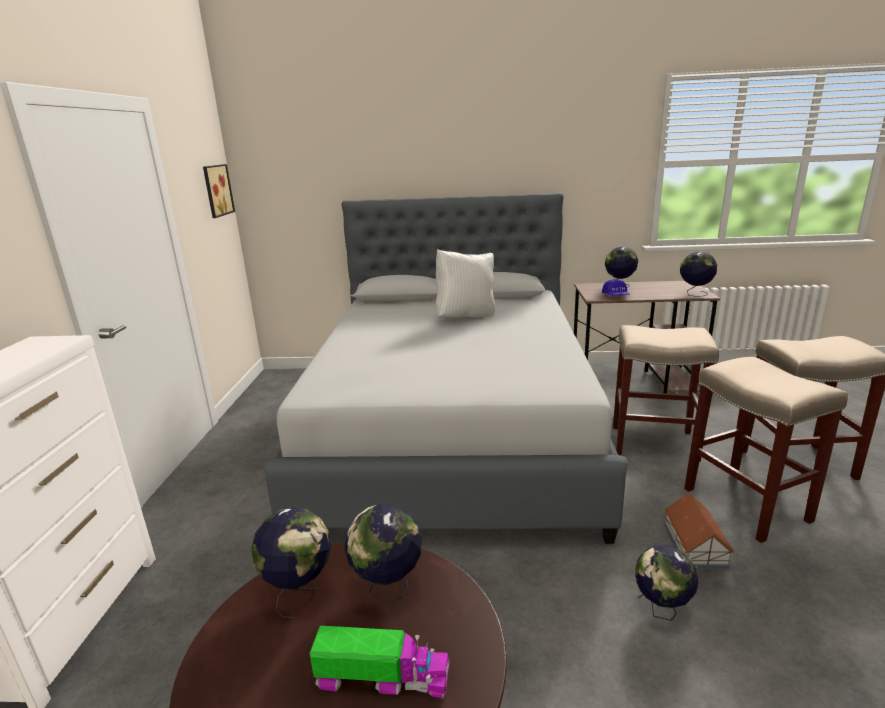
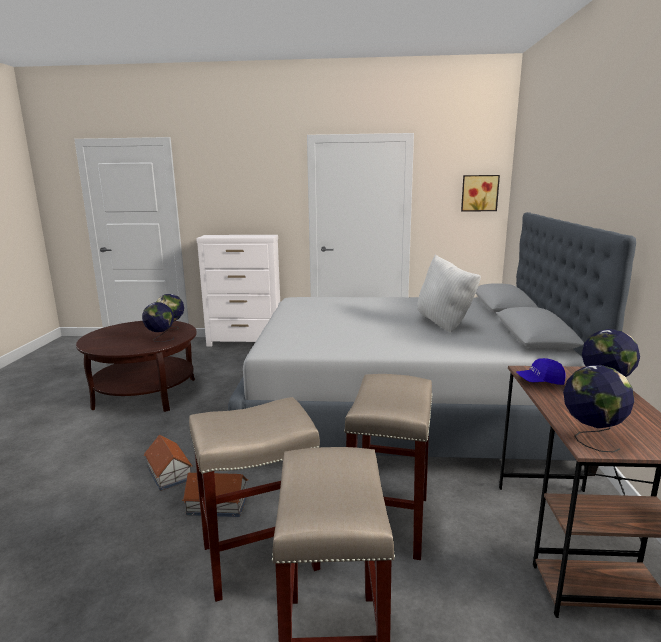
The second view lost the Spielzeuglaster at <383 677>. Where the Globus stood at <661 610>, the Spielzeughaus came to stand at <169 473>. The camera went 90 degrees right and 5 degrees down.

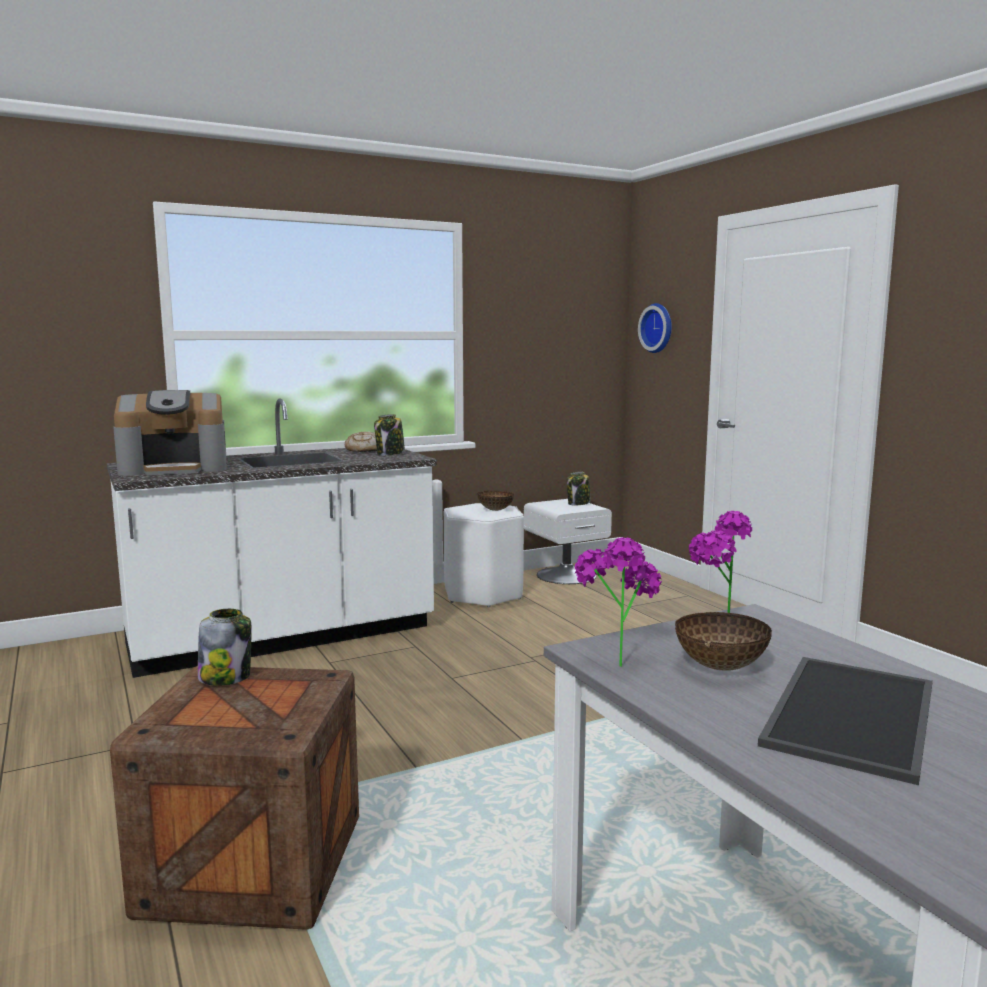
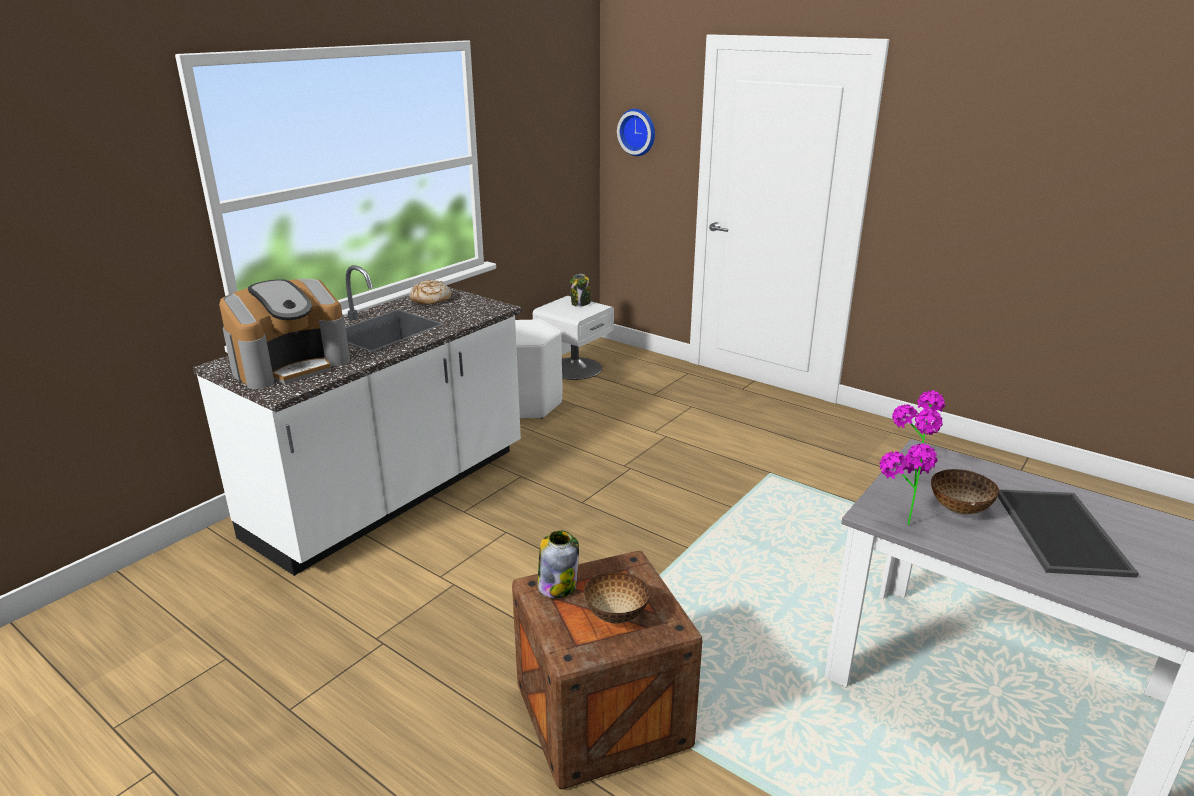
The second view lost the Vorratsglas at <390 454>. The Schüssel ended up elsewhere, having gone from <496 510> to <617 615>. The camera went 25 degrees left and 15 degrees up.

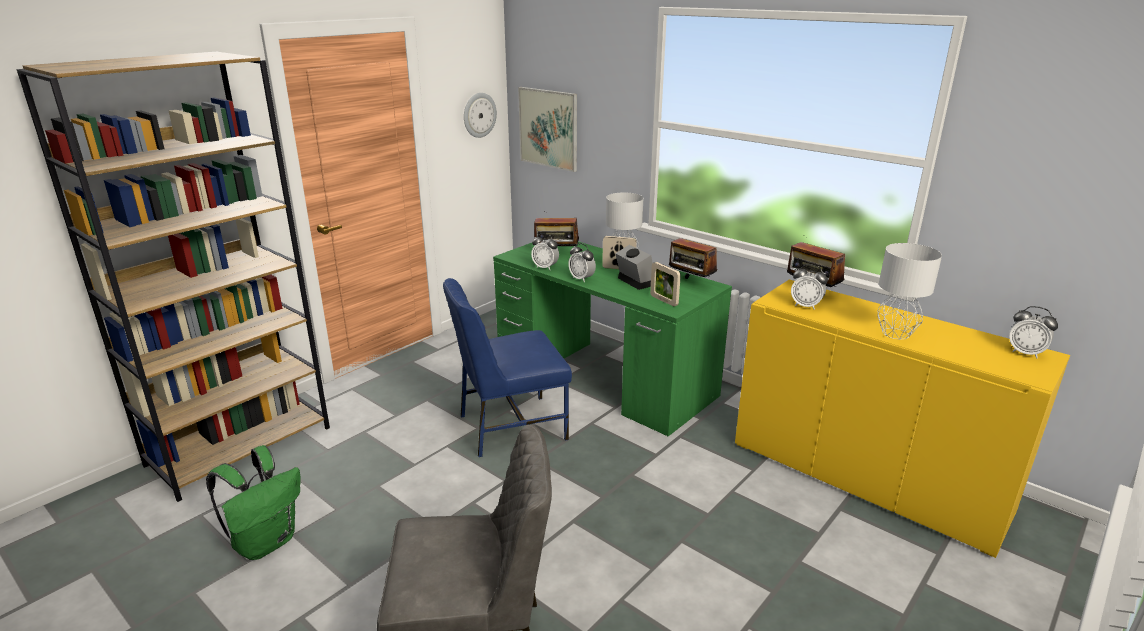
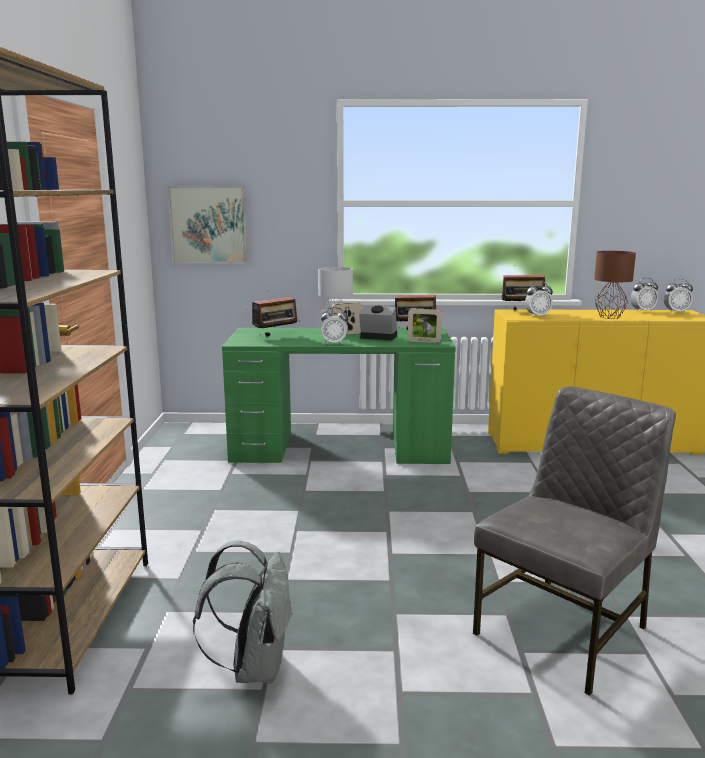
The second view lost the Stuhl/blau at <510 426>. The second view lost the Wanduhr at <479 115>. The Wecker ended up elsewhere, having gone from <545 267> to <642 311>. What was the Rucksack/grün at <266 542> turned into the Rucksack/grau at <254 666>. What was the Tischlampe/grau at <895 333> turned into the Tischlampe/braun at <609 317>. The camera went 40 degrees left and 10 degrees down.

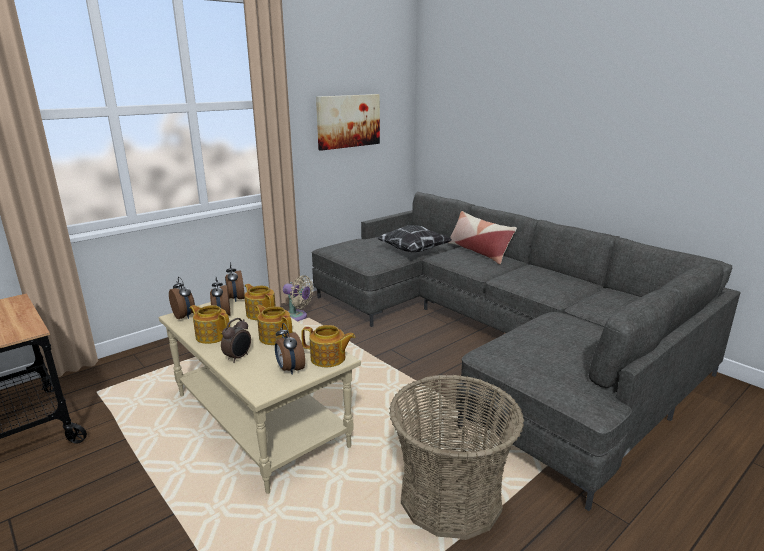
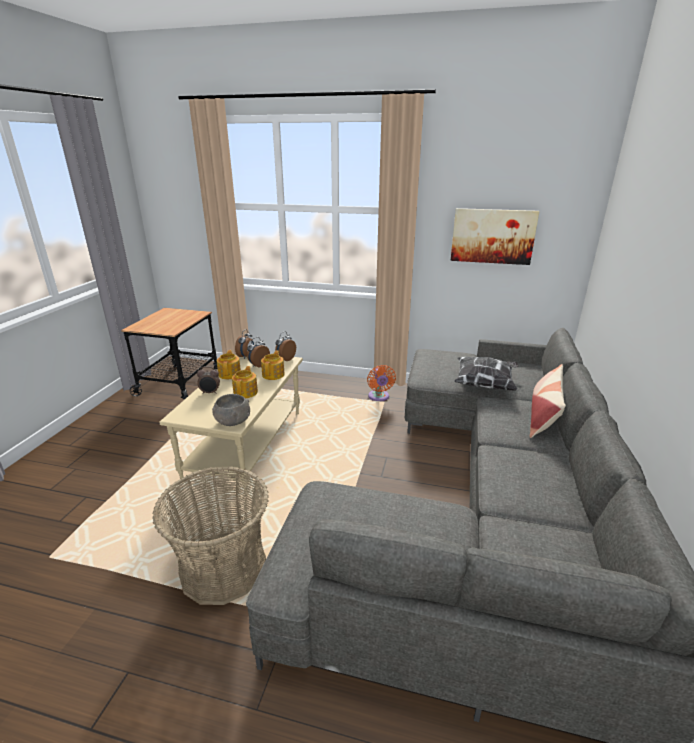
The second view lost the Wecker at <290 369>. Where the Teekanne stood at <328 358>, the Schüssel/grau came to stand at <232 421>. What was the Ventilator/beige at <297 317> turned into the Ventilator/orange at <379 397>. The camera went 55 degrees right and 5 degrees up.

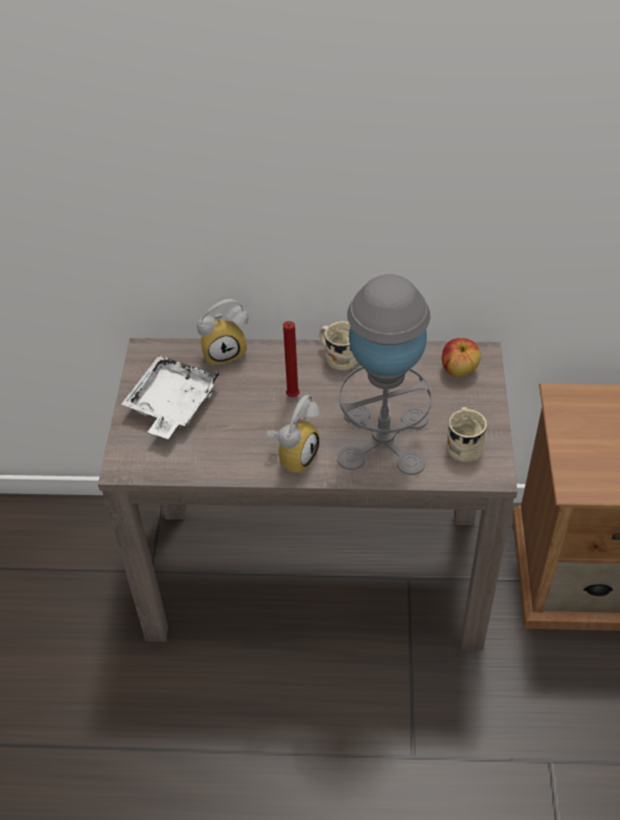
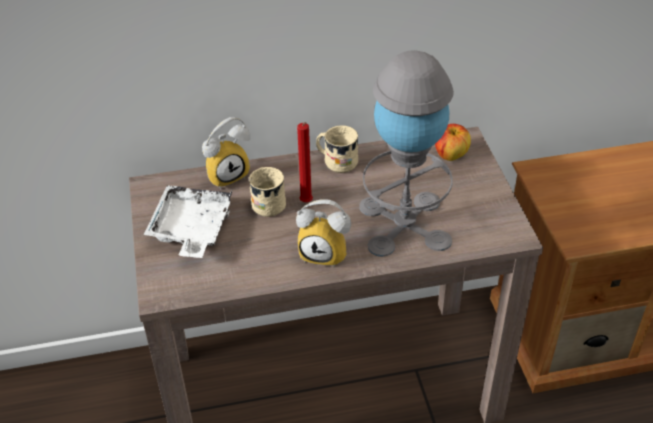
The Henkelbecher/beige ended up elsewhere, having gone from <464 444> to <268 202>. The Wecker at <294 455> ended up facing another way, 90 degrees clockwise from before. The camera went 15 degrees left and 5 degrees down.

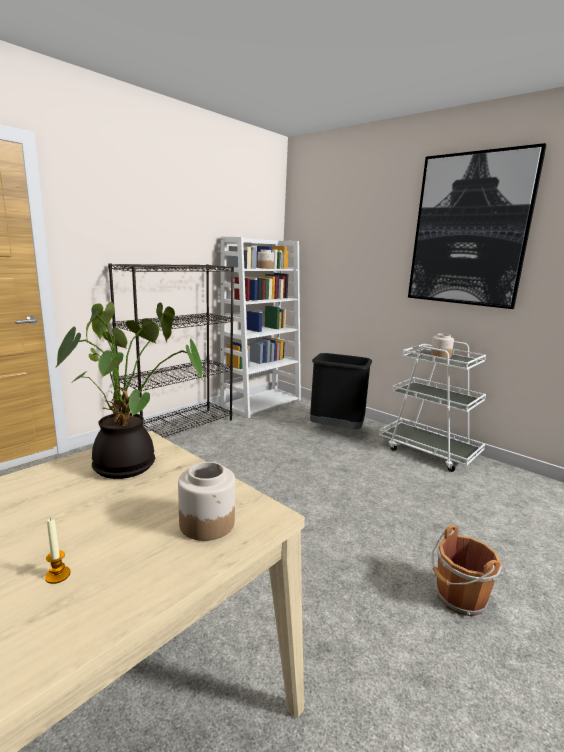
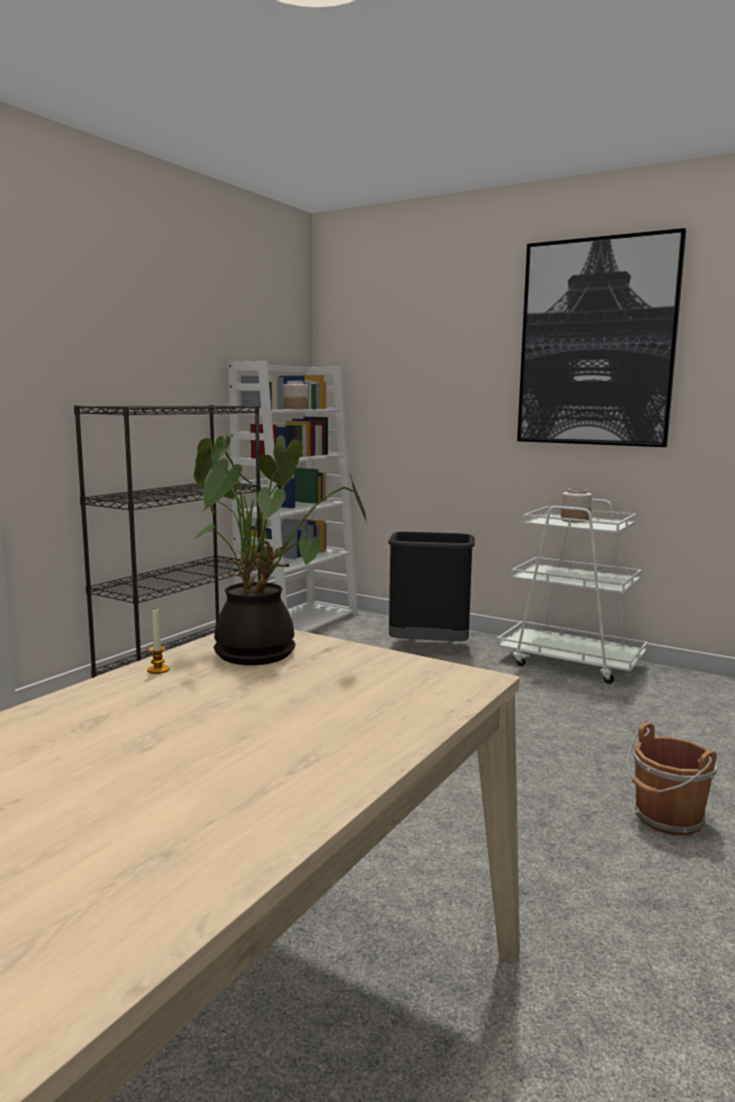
The second view lost the Vorratsglas at <207 523>. The Kerze ended up elsewhere, having gone from <58 575> to <158 670>. The camera went 10 degrees left and 5 degrees down.

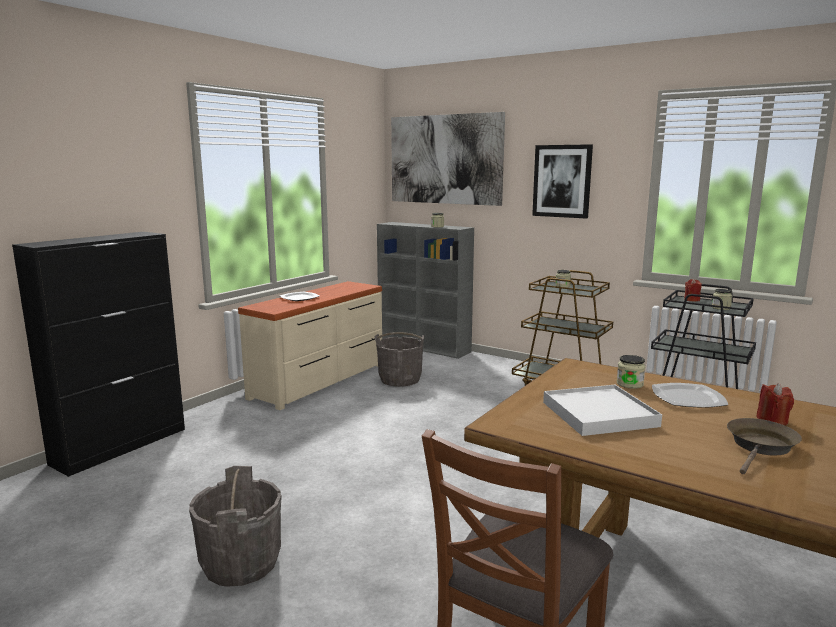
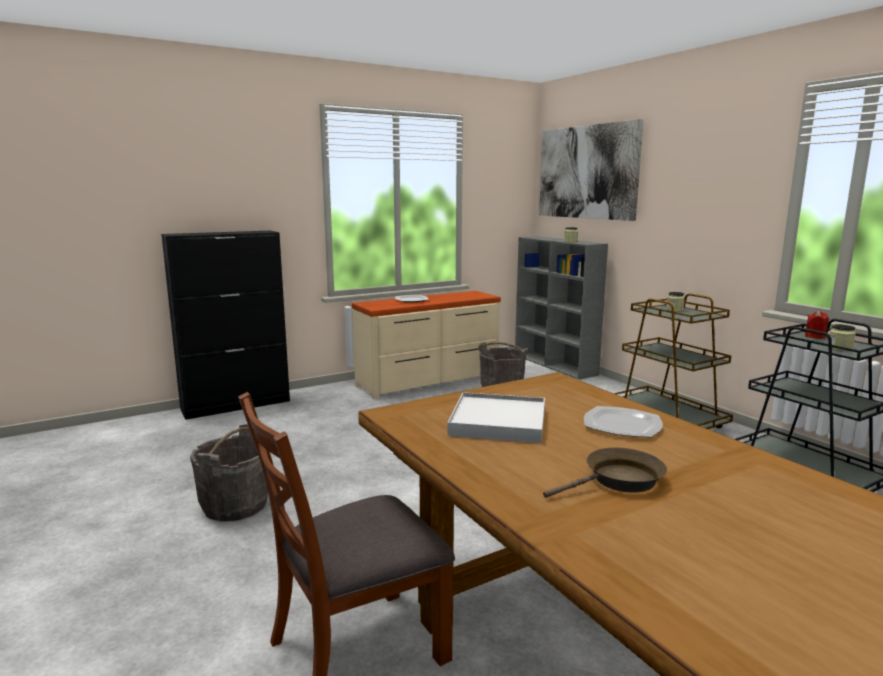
The second view lost the Bild at <562 181>. The second view lost the Vorratsglas at <629 384>. The second view lost the Kerze/rot at <772 420>. The camera went 25 degrees right and 0 degrees up.

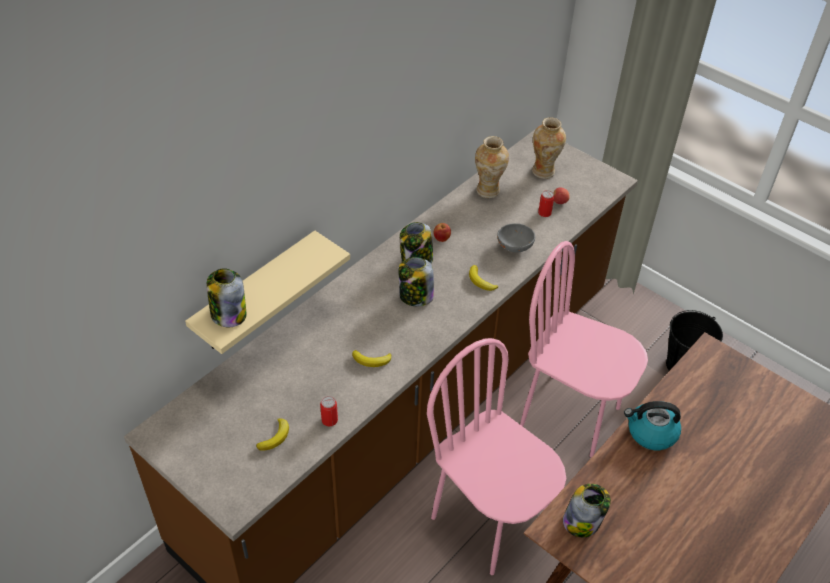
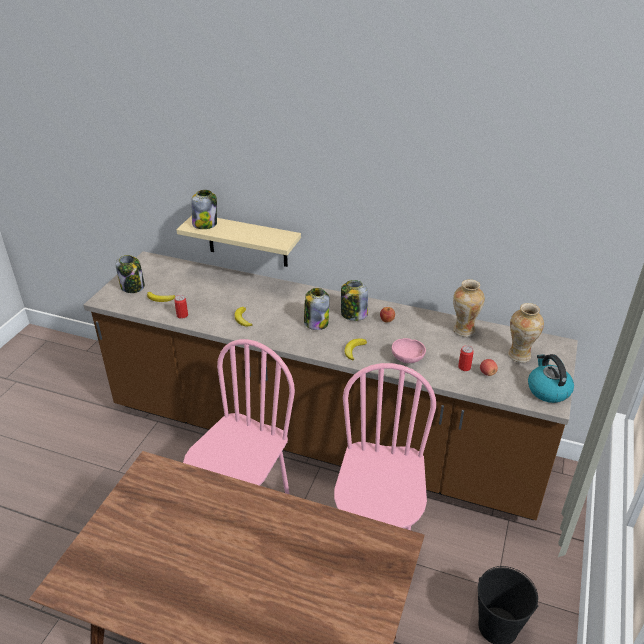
The Vorratsglas ended up elsewhere, having gone from <582 521> to <133 287>. The Wasserkessel ended up elsewhere, having gone from <650 433> to <547 390>. What was the Schüssel/grau at <514 246> turned into the Schüssel/rosa at <408 359>. The camera went 70 degrees right and 10 degrees down.

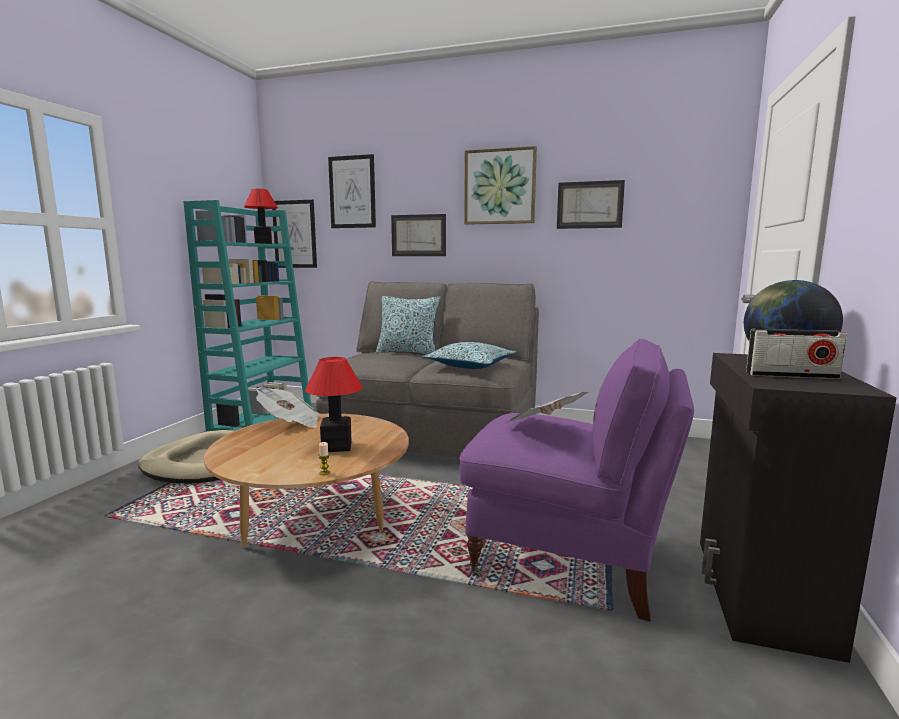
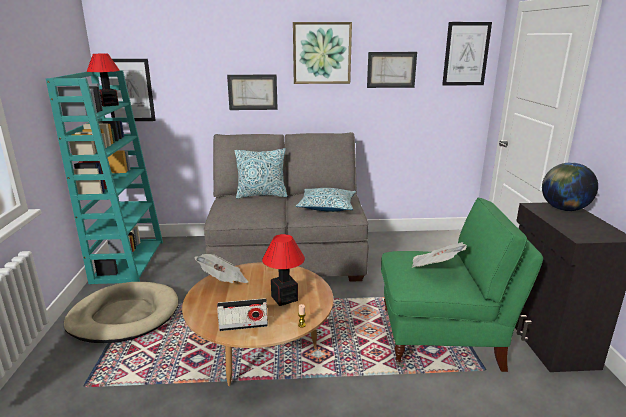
The Bild ended up elsewhere, having gone from <352 192> to <466 54>. The Radio ended up elsewhere, having gone from <791 376> to <243 326>. What was the Sessel/lila at <568 558> turned into the Sessel/grün at <441 340>. The camera went 20 degrees left and 10 degrees up.

